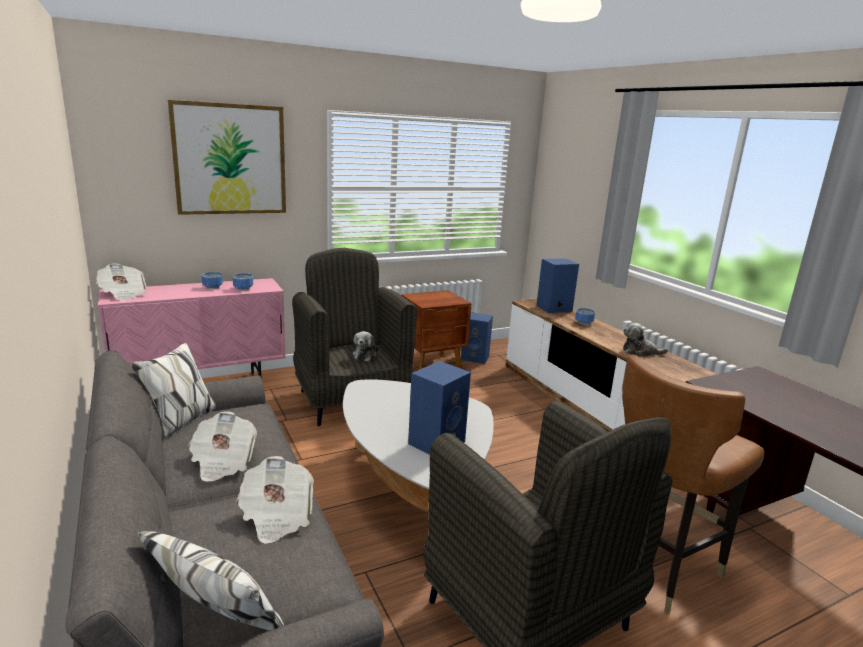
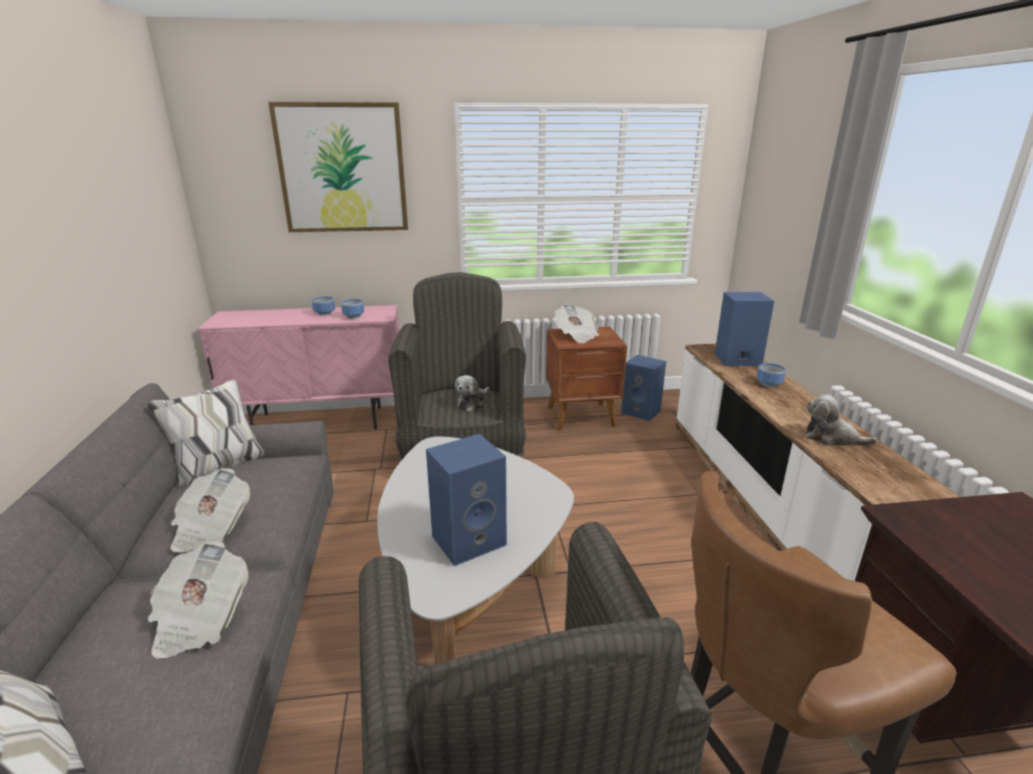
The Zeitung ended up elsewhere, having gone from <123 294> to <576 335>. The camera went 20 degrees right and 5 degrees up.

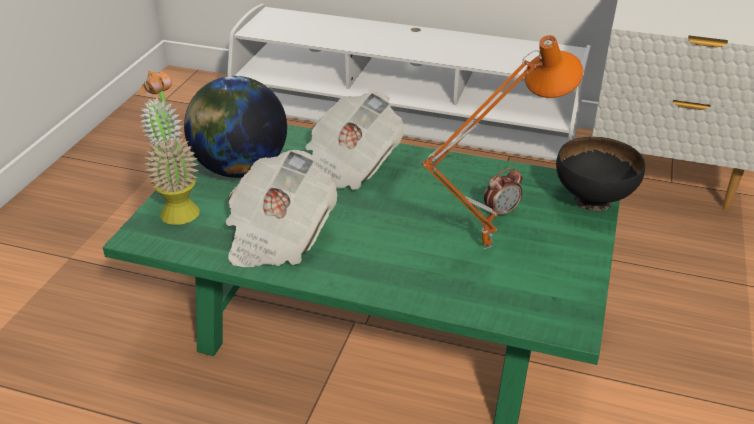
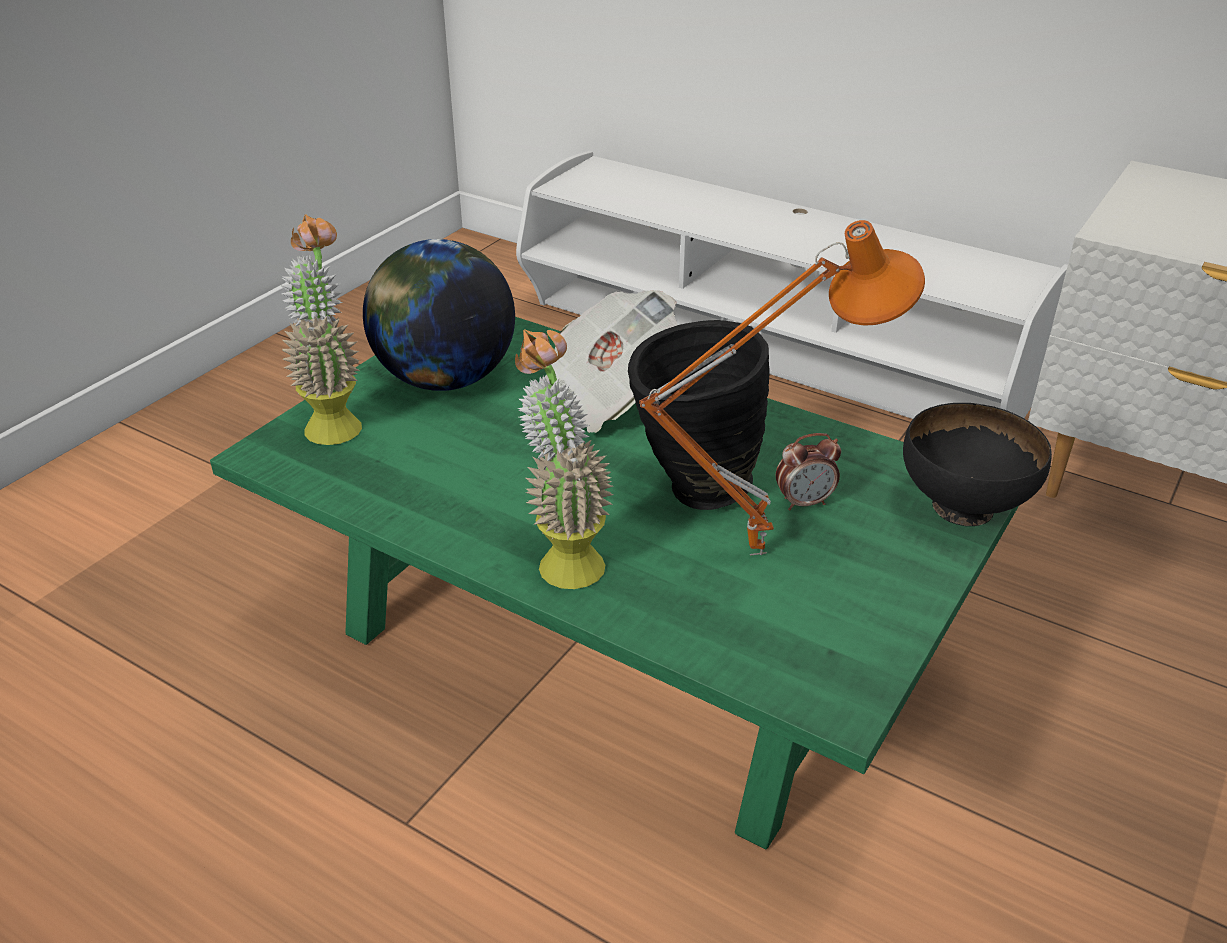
The second view lost the Zeitung at <278 236>. The second view gained the Topfpflanze at <563 557>. The second view gained the Vase/schwarz at <691 490>. The camera went 15 degrees right and 0 degrees up.

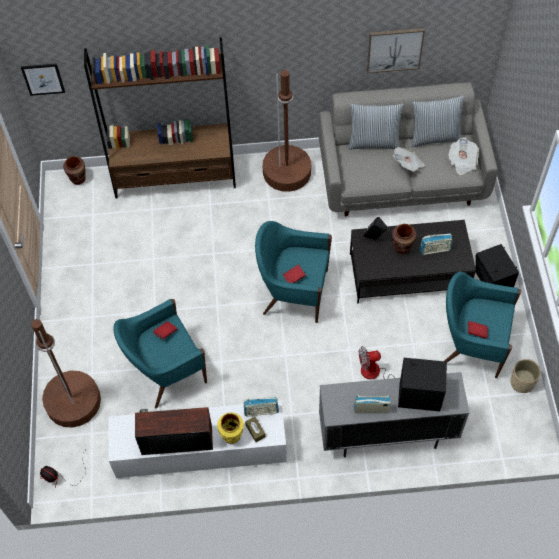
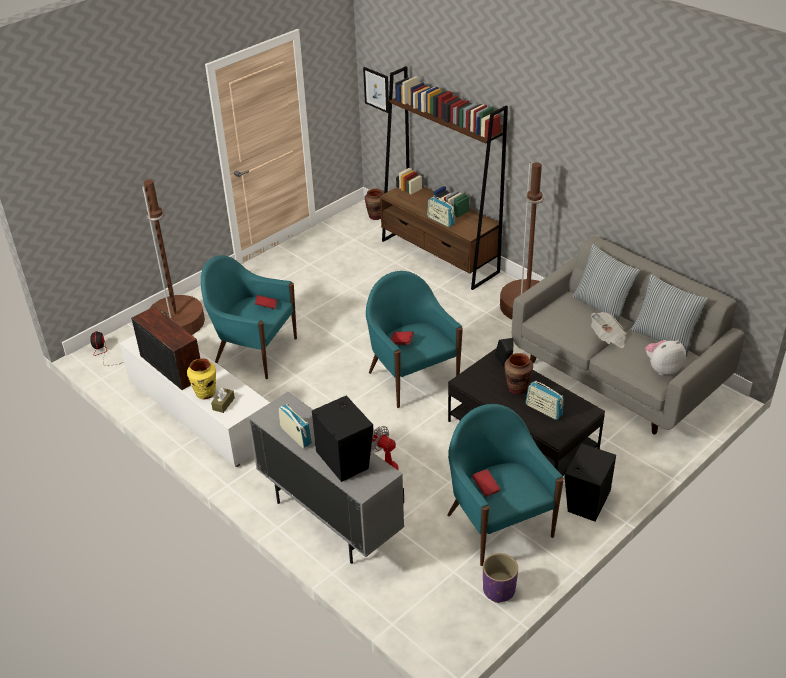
The second view lost the Bild at <394 49>. The Radio ended up elsewhere, having gone from <261 411> to <440 221>. Where the Zeitung stood at <462 162>, the Plüschtier came to stand at <662 369>. What was the Pflanzkübel/beige at <522 382> turned into the Pflanzkübel/lila at <499 590>. The camera went 50 degrees right and 20 degrees down.

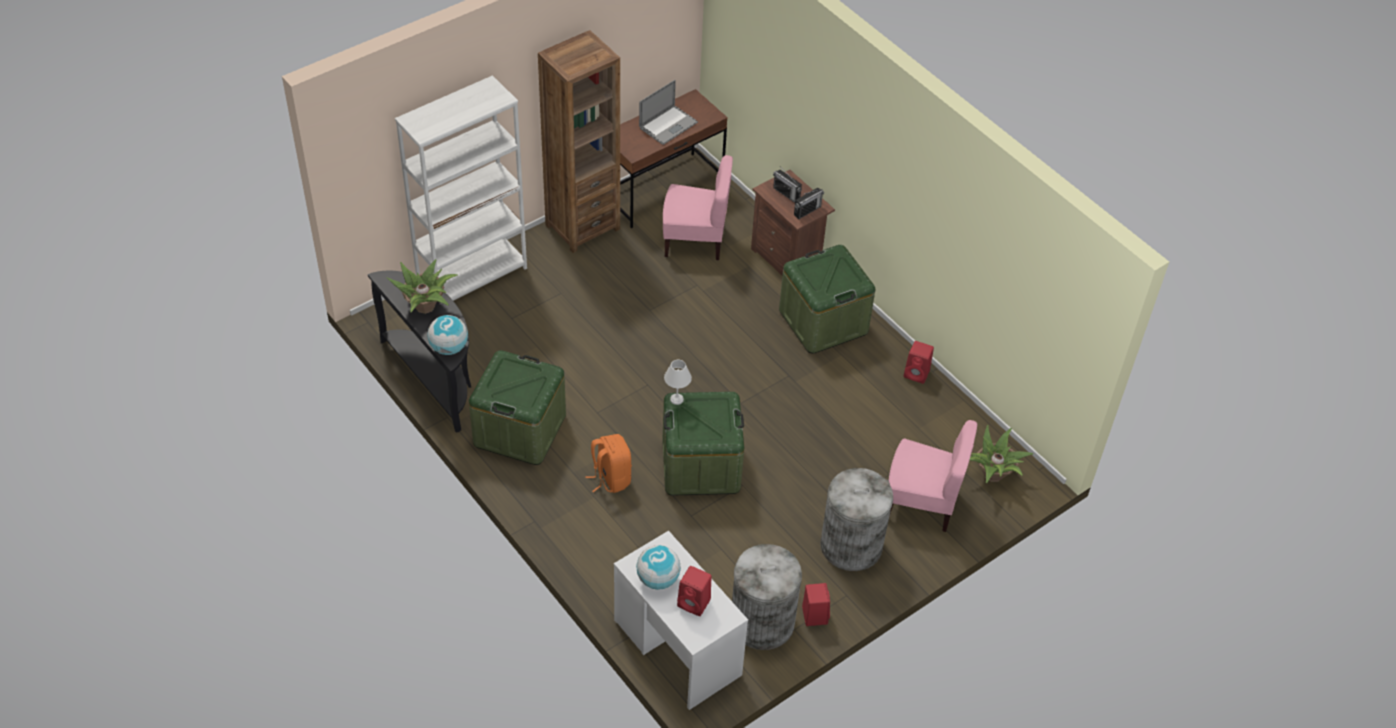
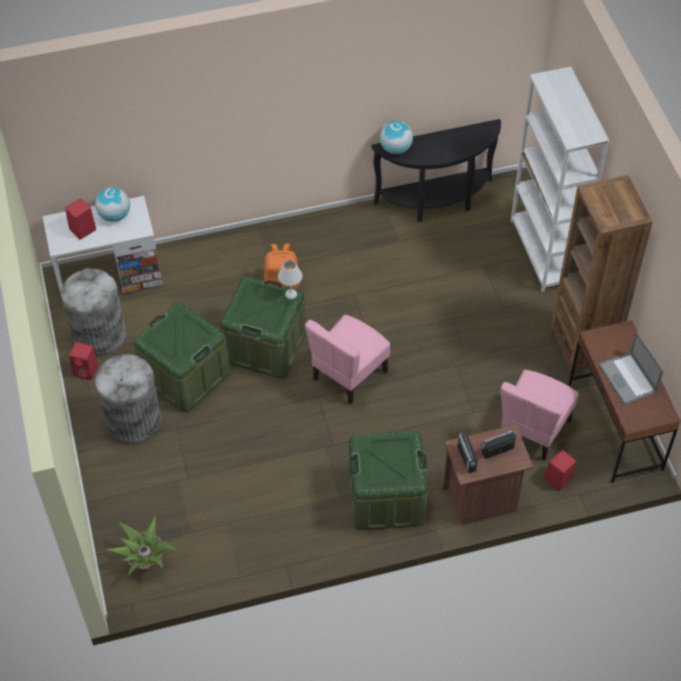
The second view lost the Topfpflanze at <425 307>. The Aufbewahrungsbox/grün ended up elsewhere, having gone from <520 430> to <185 375>. The Stuhl/rosa ended up elsewhere, having gone from <921 503> to <349 375>. The Lautsprecher/rot ended up elsewhere, having gone from <917 374> to <557 480>. The camera went 115 degrees right and 5 degrees up.

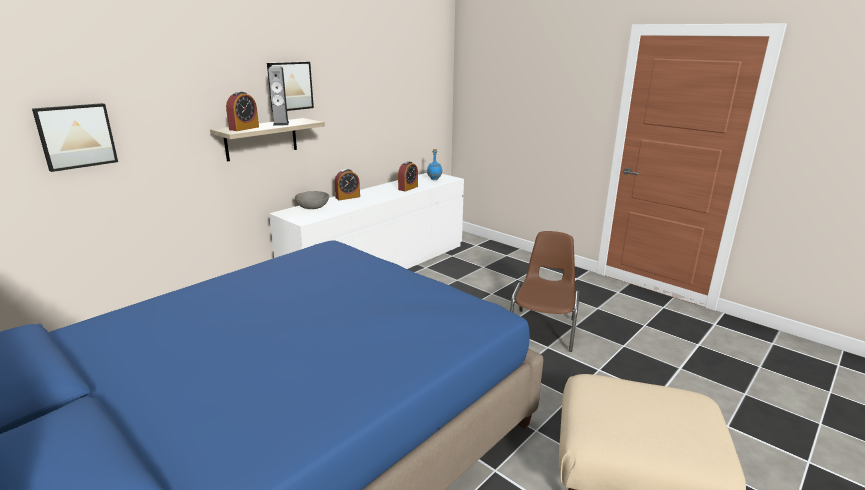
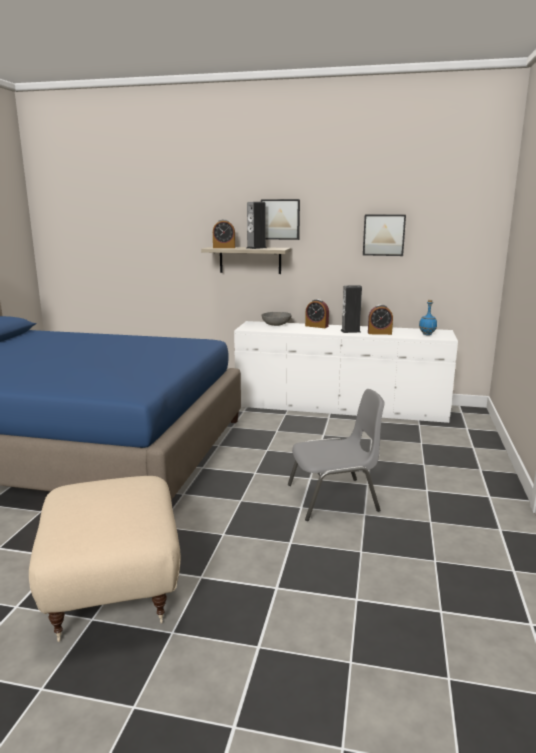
The second view gained the Lautsprecher at <350 331>. The Bild ended up elsewhere, having gone from <76 136> to <384 235>. What was the Stuhl/braun at <543 329> turned into the Stuhl/grau at <334 498>. The camera went 60 degrees right and 5 degrees down.

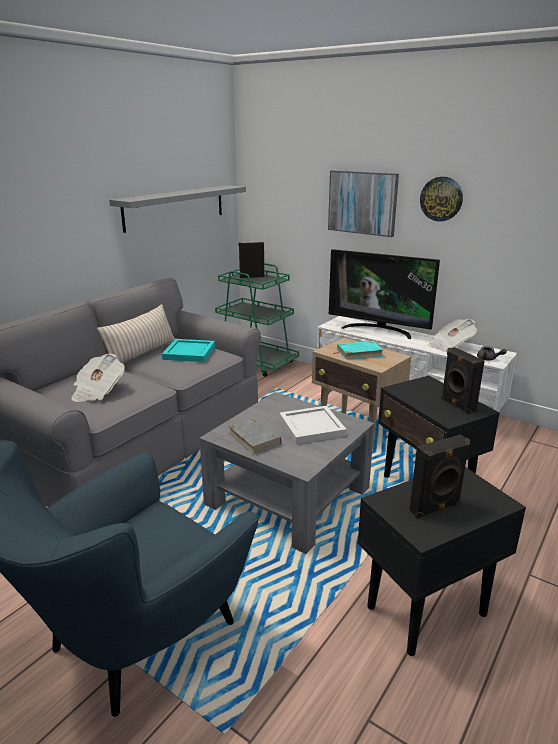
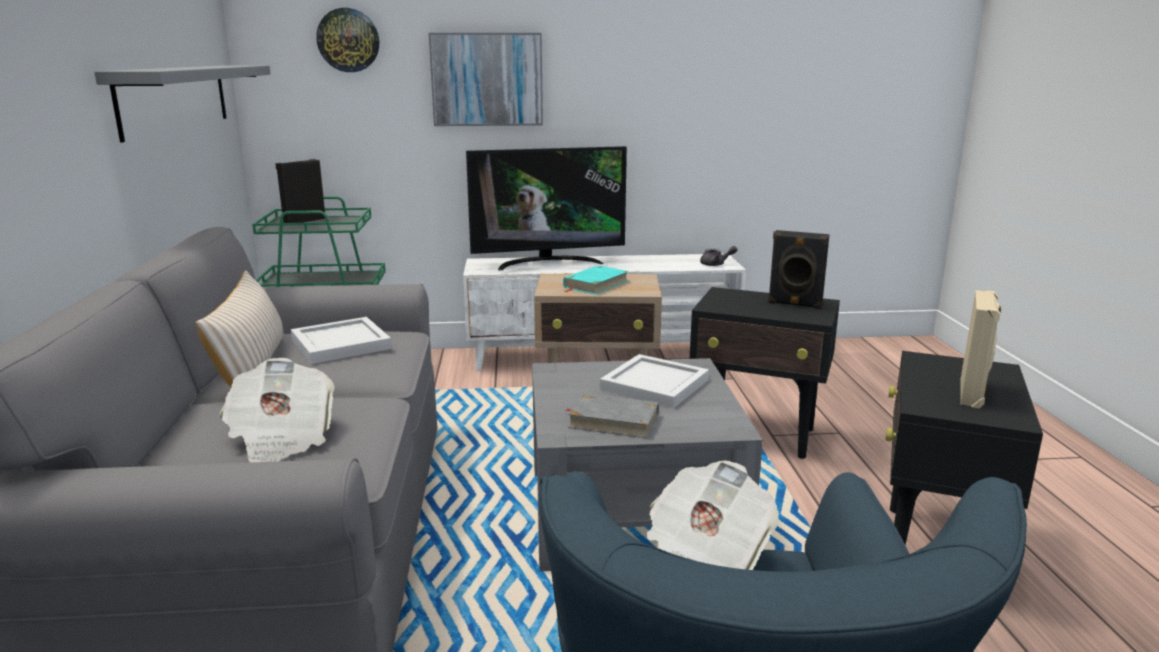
The Wanduhr ended up elsewhere, having gone from <441 199> to <348 40>. The Zeitung ended up elsewhere, having gone from <450 346> to <703 558>. What was the Tablett/türkis at <190 353> turned into the Tablett/weiß at <342 344>. What was the Lautsprecher/schwarz at <436 508> turned into the Lautsprecher/beige at <972 393>. The camera went 40 degrees left and 5 degrees down.

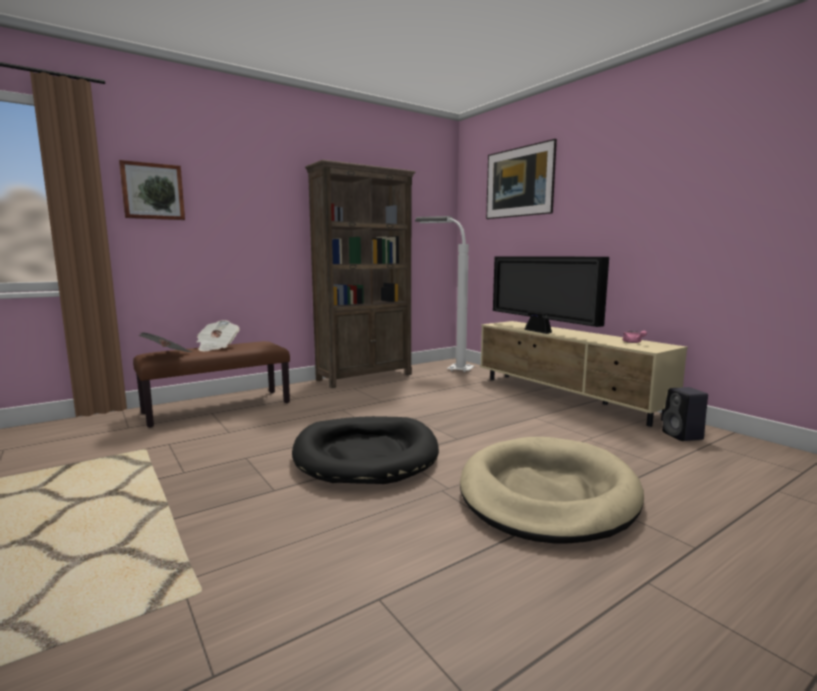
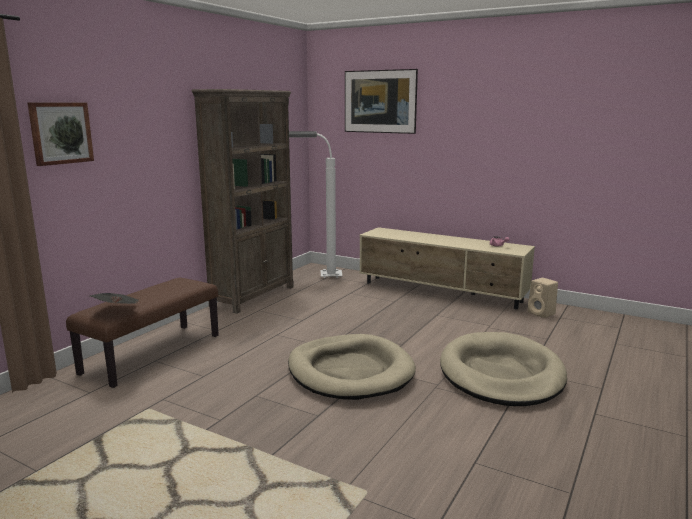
The second view lost the Zeitung at <217 347>. The second view lost the Fernseher at <540 331>. What was the Hundebett/schwarz at <366 454> turned into the Hundebett/beige at <350 371>. What was the Lautsprecher/schwarz at <683 436> turned into the Lautsprecher/beige at <542 313>. The camera went 25 degrees left and 5 degrees up.

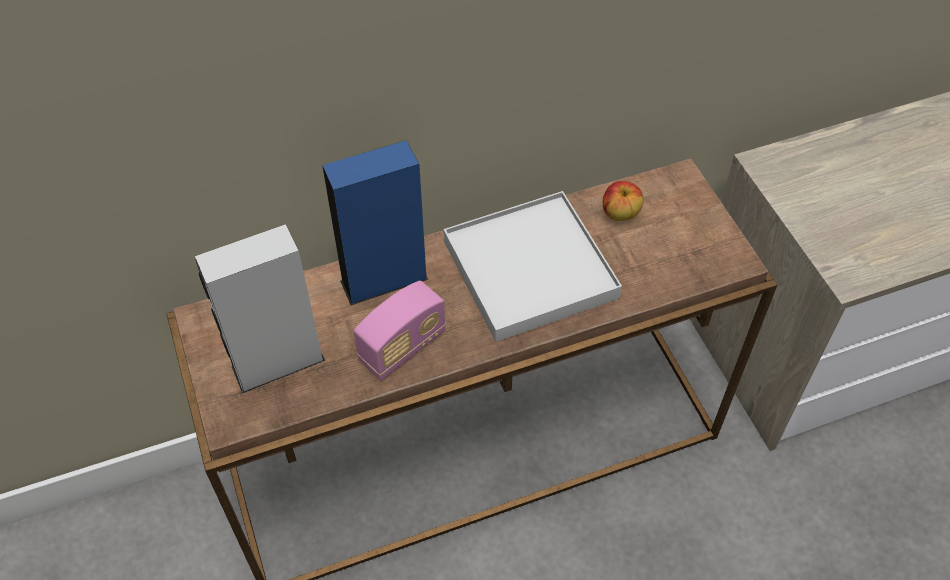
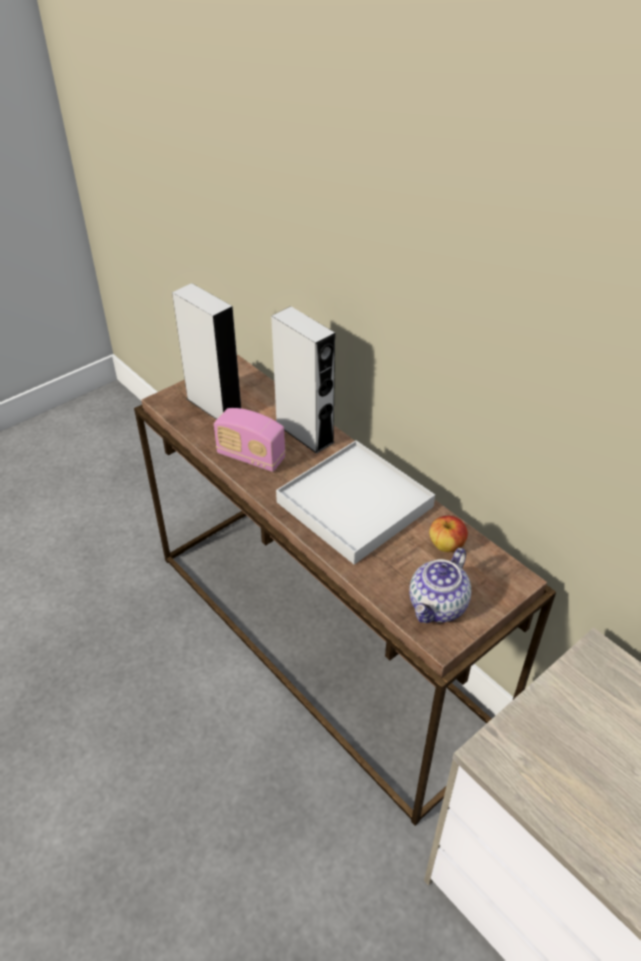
The second view gained the Teekanne at <438 606>. What was the Lautsprecher/blau at <384 280> turned into the Lautsprecher/grau at <304 433>. The camera went 70 degrees right and 10 degrees down.

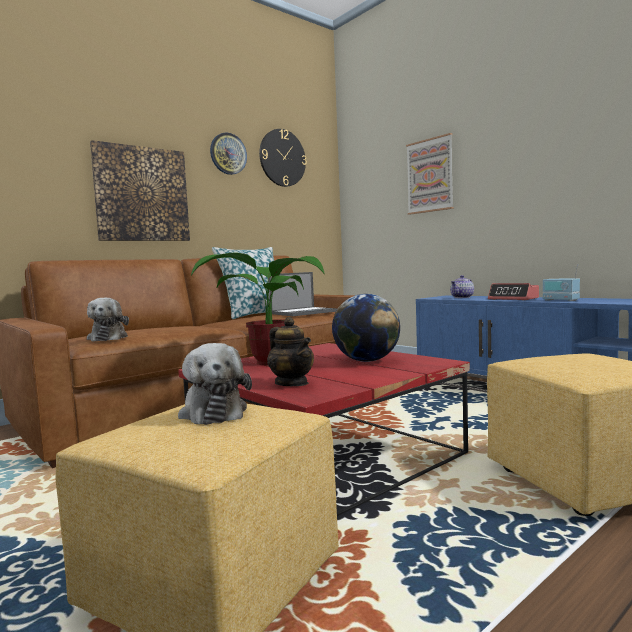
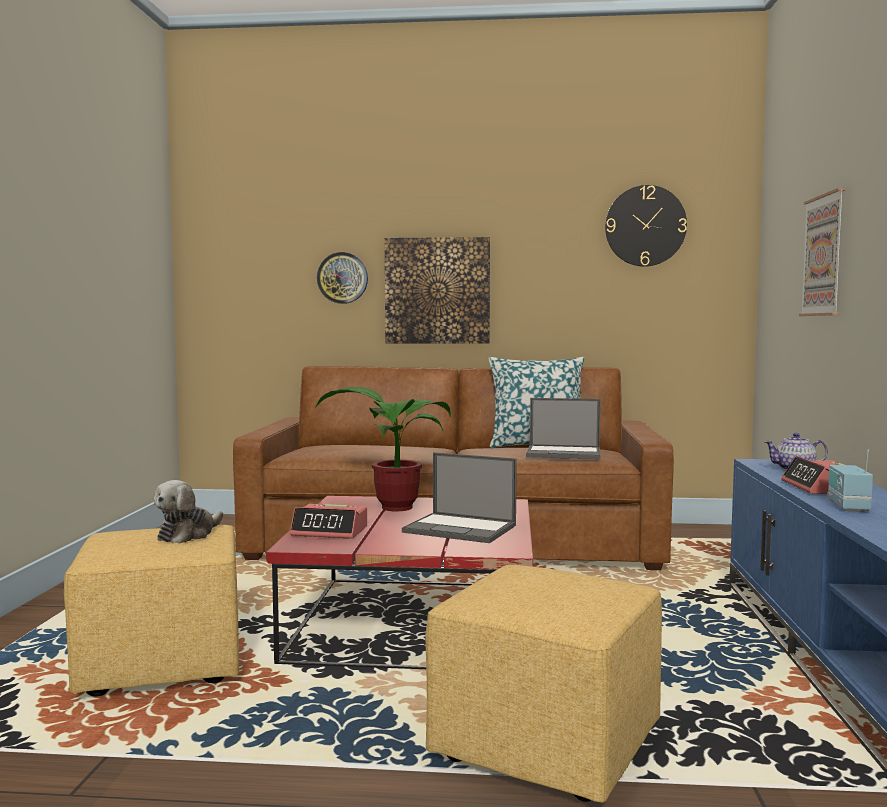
The second view lost the Plüschtier at <108 338>. The Wanduhr ended up elsewhere, having gone from <228 154> to <342 278>. Where the Teekanne stood at <292 383>, the Wecker came to stand at <330 531>. Where the Globus stood at <367 361>, the Laptop came to stand at <461 529>. The camera went 45 degrees right and 0 degrees up.

